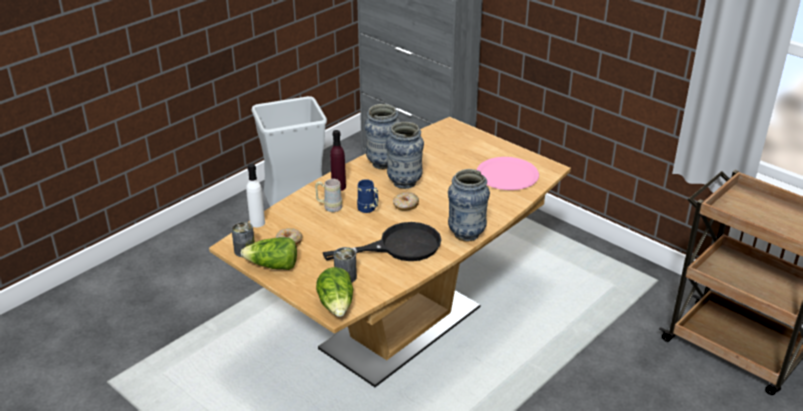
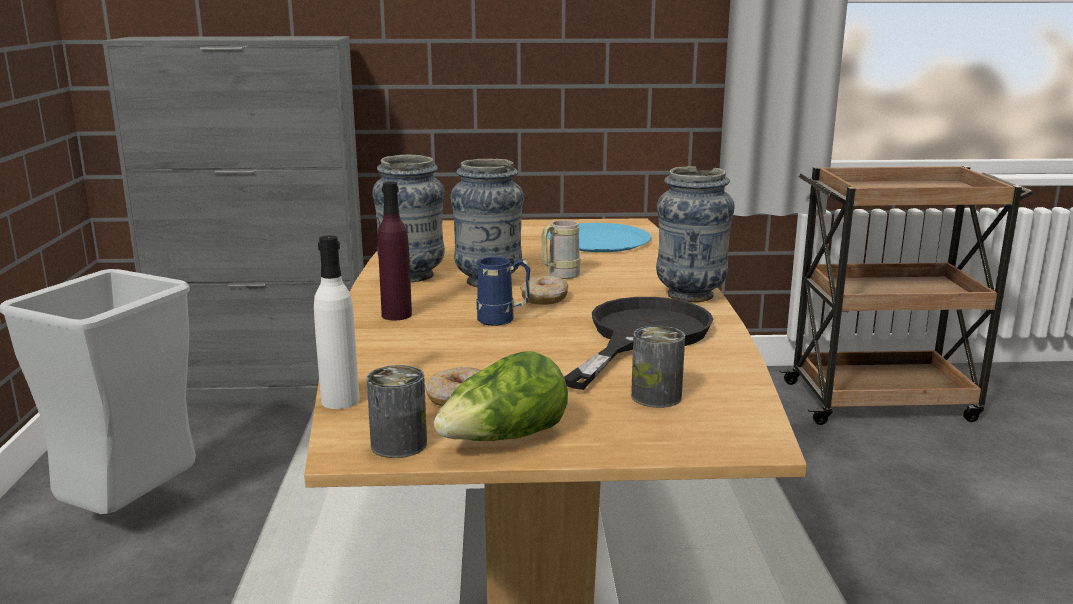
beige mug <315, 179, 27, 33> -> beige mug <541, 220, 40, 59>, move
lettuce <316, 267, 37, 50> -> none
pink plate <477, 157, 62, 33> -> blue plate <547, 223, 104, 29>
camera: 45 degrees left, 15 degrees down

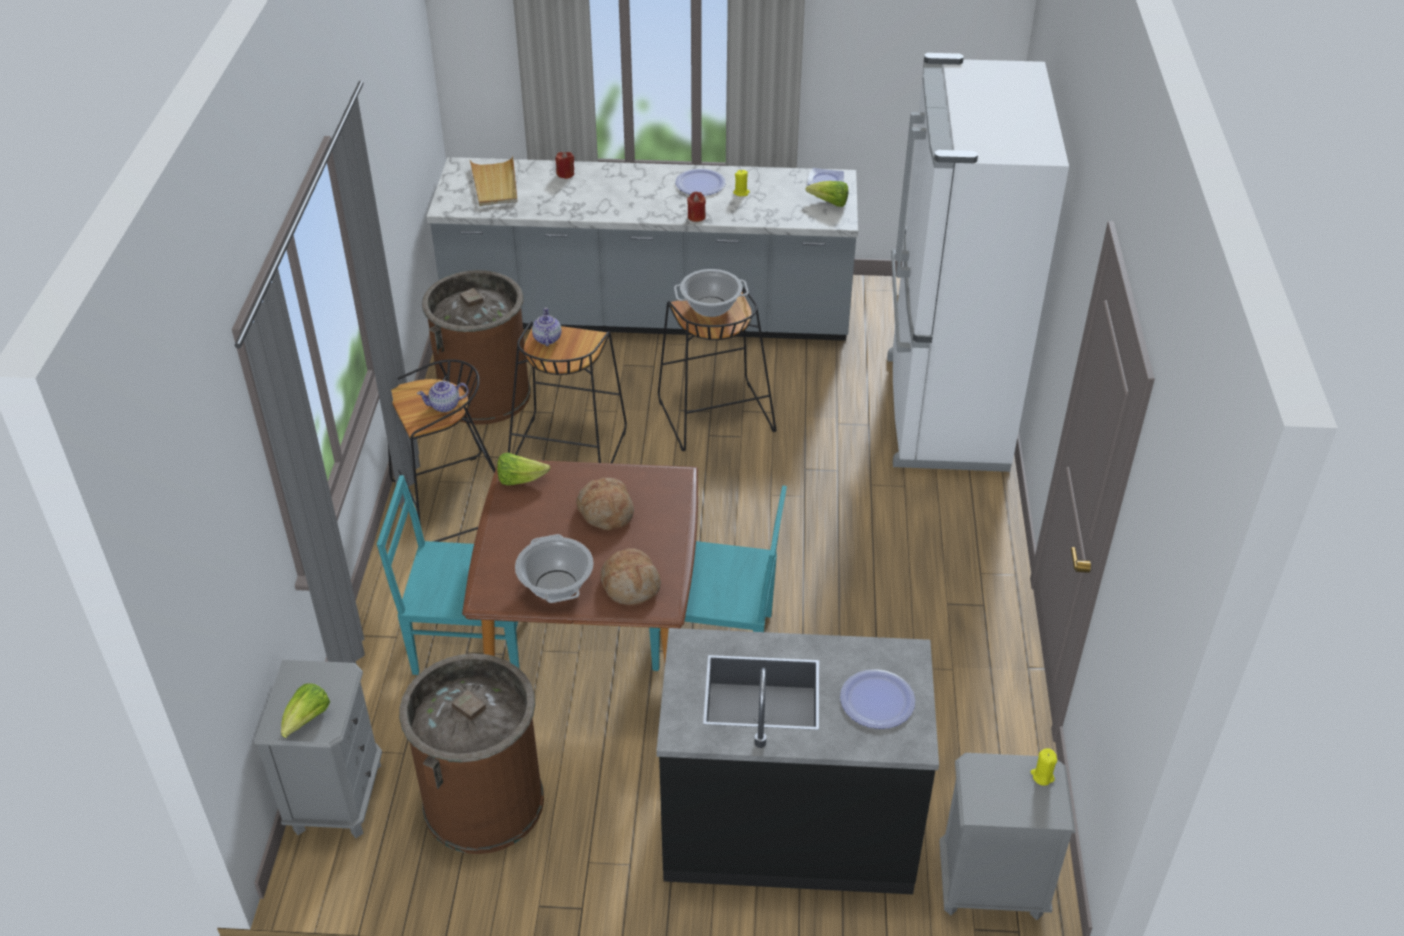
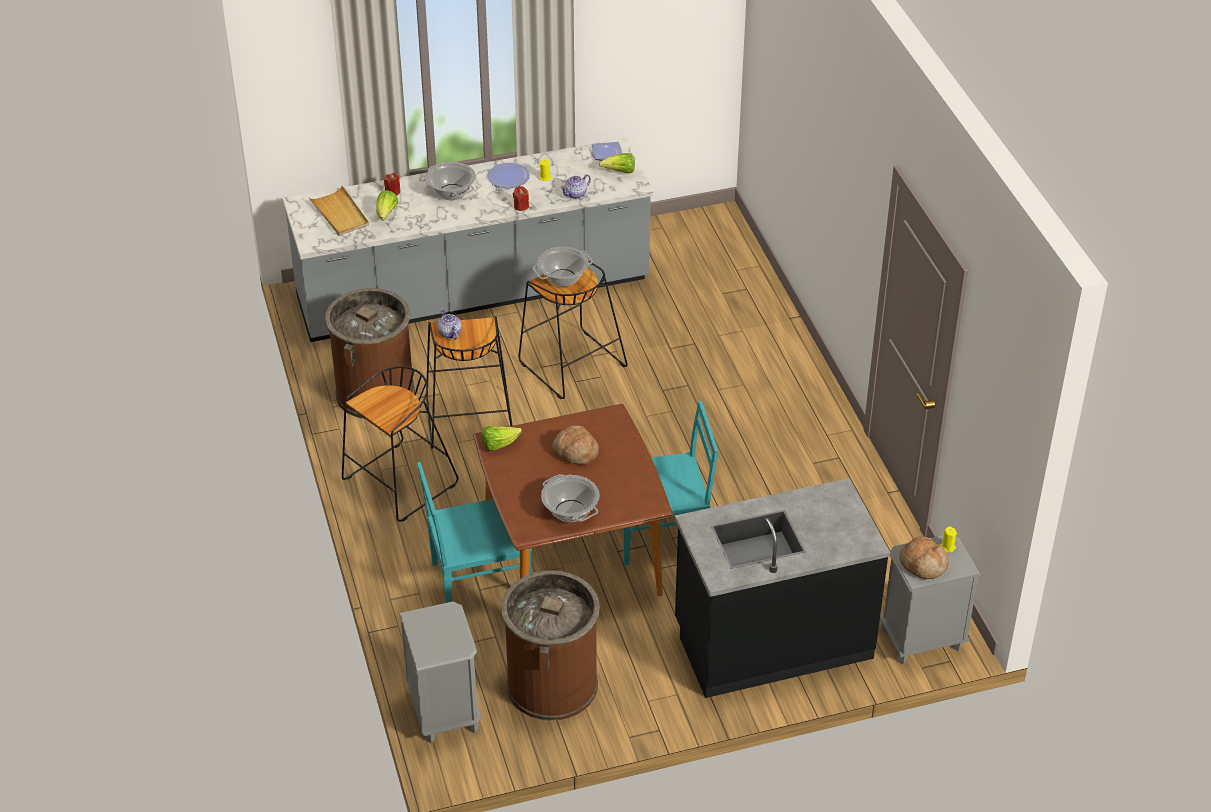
lettuce <281, 683, 49, 55> -> lettuce <376, 190, 22, 30>, move
teapot <417, 381, 52, 31> -> teapot <560, 174, 31, 25>, move
bread <601, 549, 60, 57> -> bread <900, 536, 49, 43>, move
plate <840, 669, 75, 60> -> none
white fridge <887, 53, 182, 419> -> none
none -> cooking pot <426, 162, 50, 38>
camera: 20 degrees left, 0 degrees up

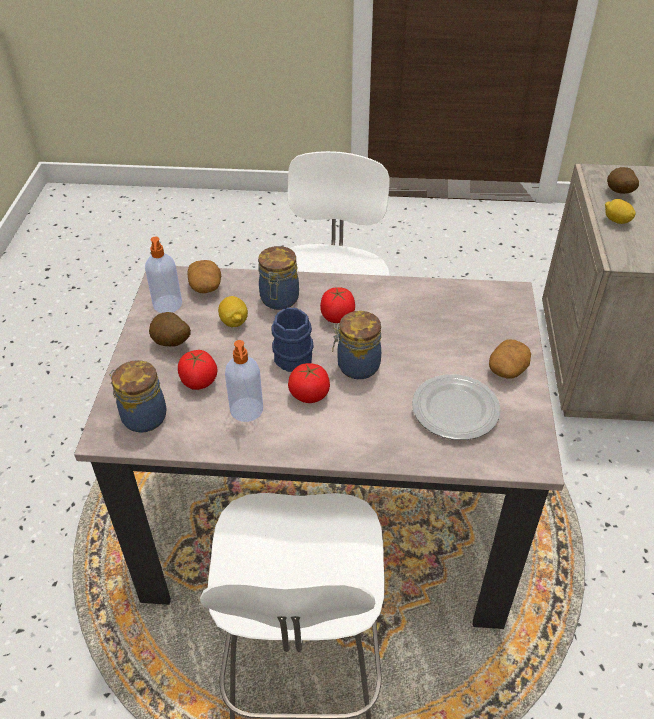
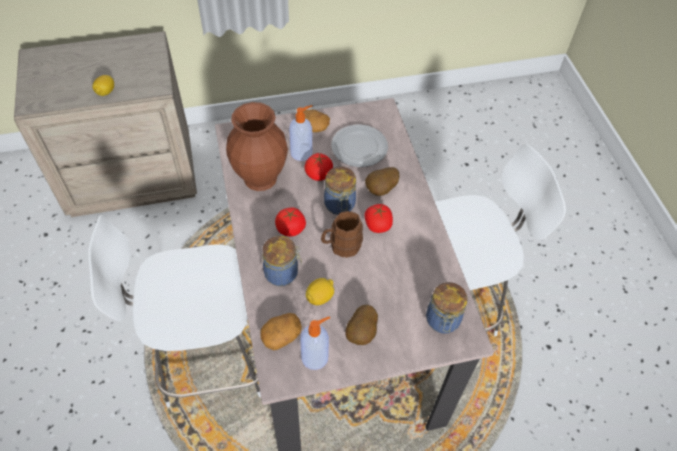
tomato <178, 350, 39, 40> -> tomato <305, 153, 28, 28>, move
soap dispenser <225, 340, 38, 82> -> soap dispenser <289, 105, 24, 56>, move
blue mug <271, 308, 43, 64> -> brown mug <321, 211, 42, 47>
potato <607, 167, 32, 27> -> potato <365, 167, 34, 29>, move
none -> brown vase <226, 102, 62, 89>
camera: 110 degrees left, 10 degrees up

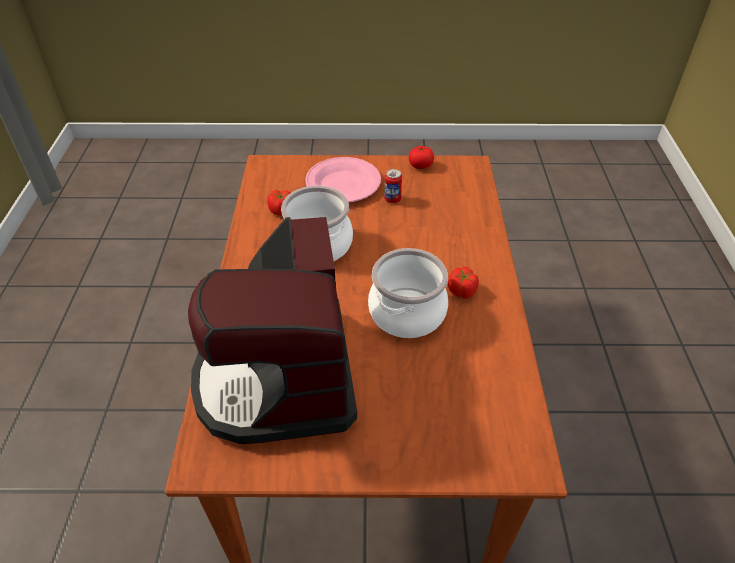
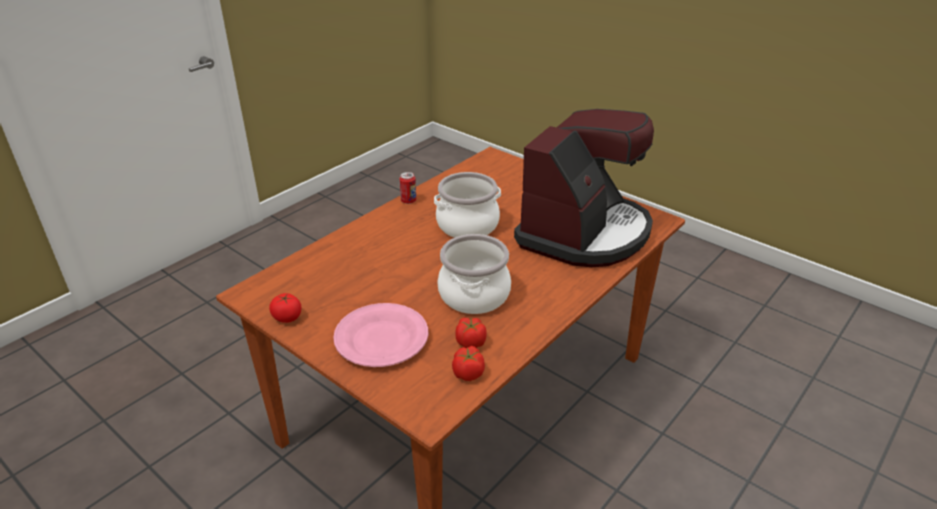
can <384, 169, 18, 34> -> can <399, 172, 17, 32>, move
tomato <448, 266, 31, 33> -> tomato <452, 346, 33, 35>, move
camera: 140 degrees left, 10 degrees down

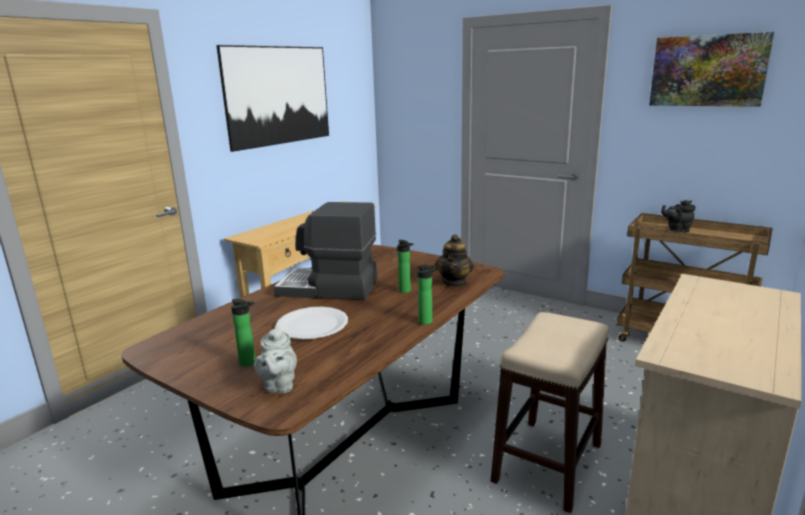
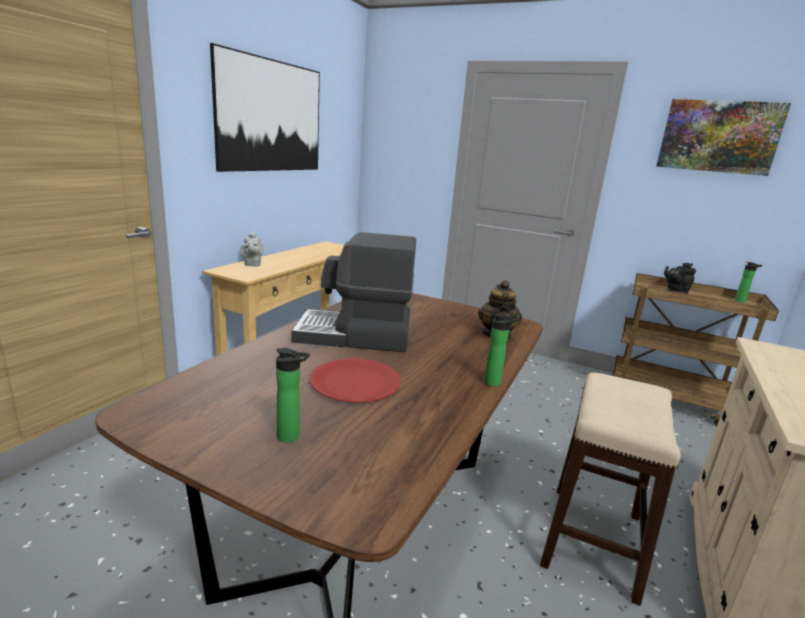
grey teapot <254, 326, 43, 67> -> grey teapot <240, 232, 24, 35>, move
white plate <276, 307, 72, 32> -> red plate <310, 358, 91, 45>
bottle <397, 240, 17, 53> -> bottle <735, 262, 27, 41>, move
camera: 10 degrees left, 0 degrees up

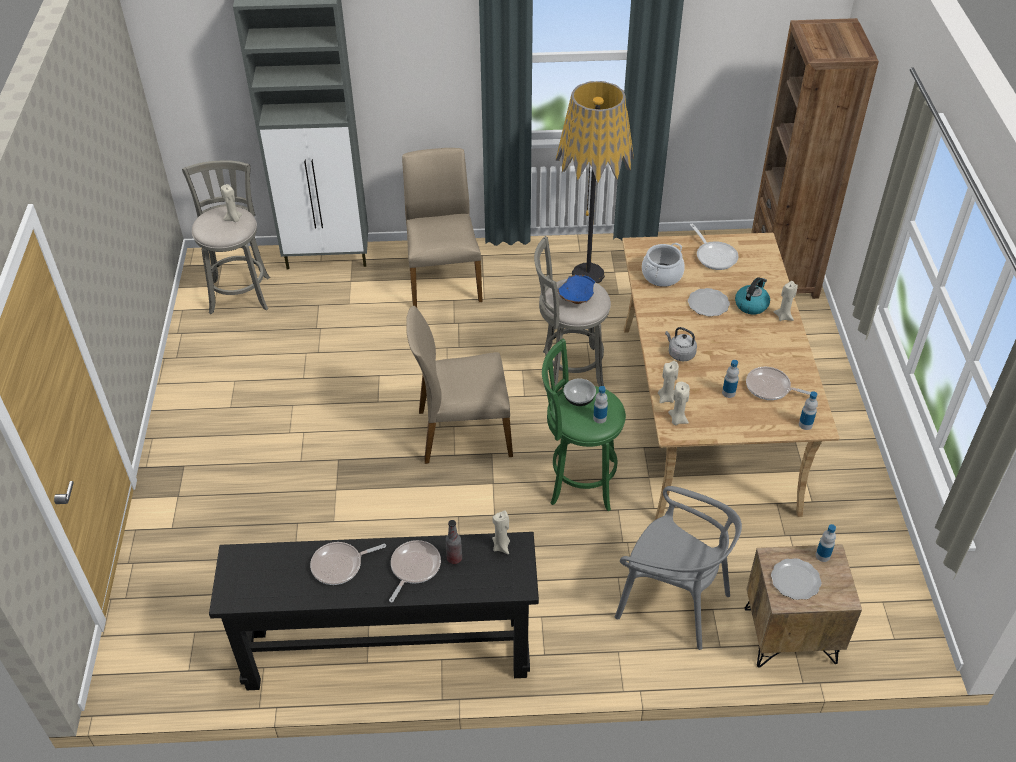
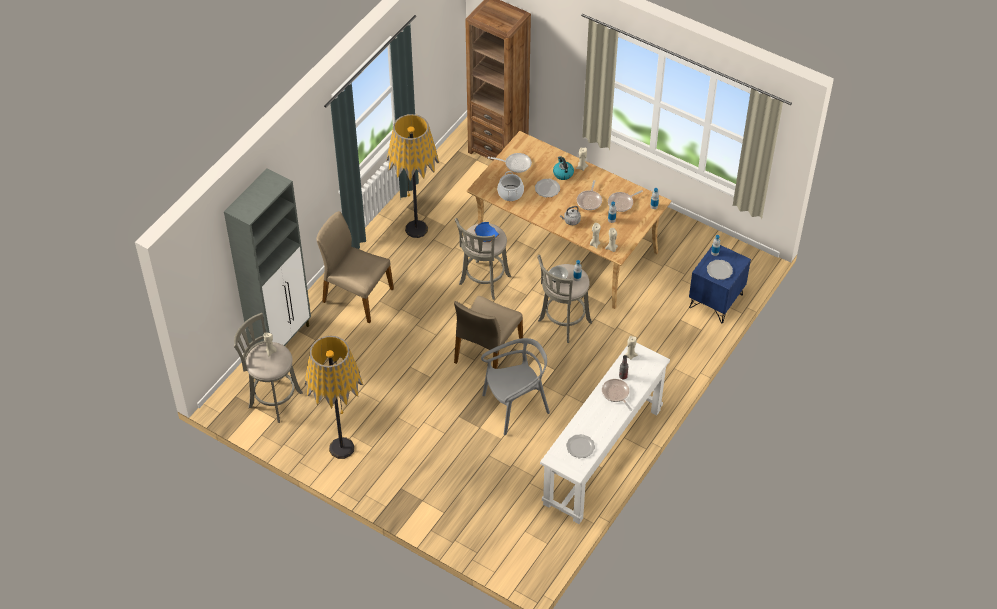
black console table <209, 532, 330, 158> -> white console table <540, 343, 130, 181>
frying pan <310, 542, 76, 43> -> frying pan <577, 180, 25, 30>, move
green stool <542, 338, 84, 173> -> grey stool <538, 255, 54, 88>
grey chair <615, 486, 127, 164> -> grey chair <481, 338, 69, 97>, move
brown nightstand <745, 544, 117, 124> -> blue nightstand <689, 245, 62, 79>
none -> floor lamp <304, 336, 59, 123>
none -> plate <566, 434, 29, 24>
camera: 55 degrees left, 5 degrees up

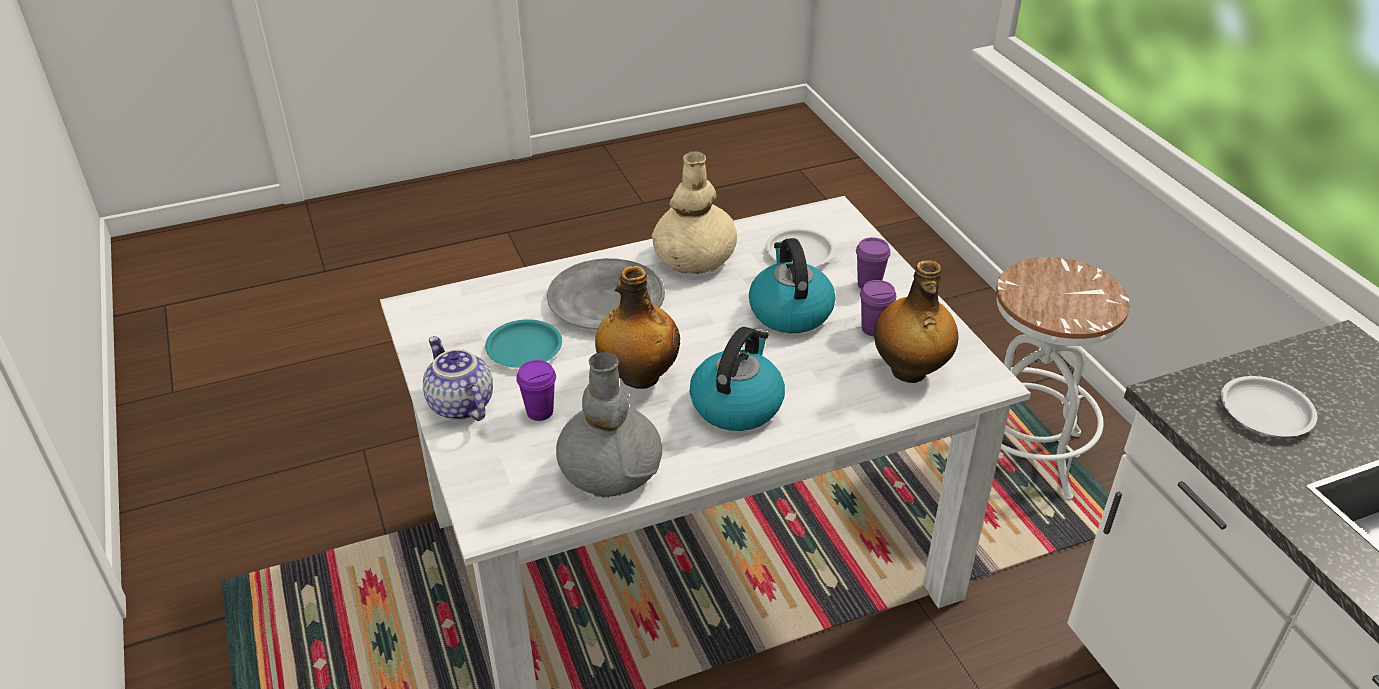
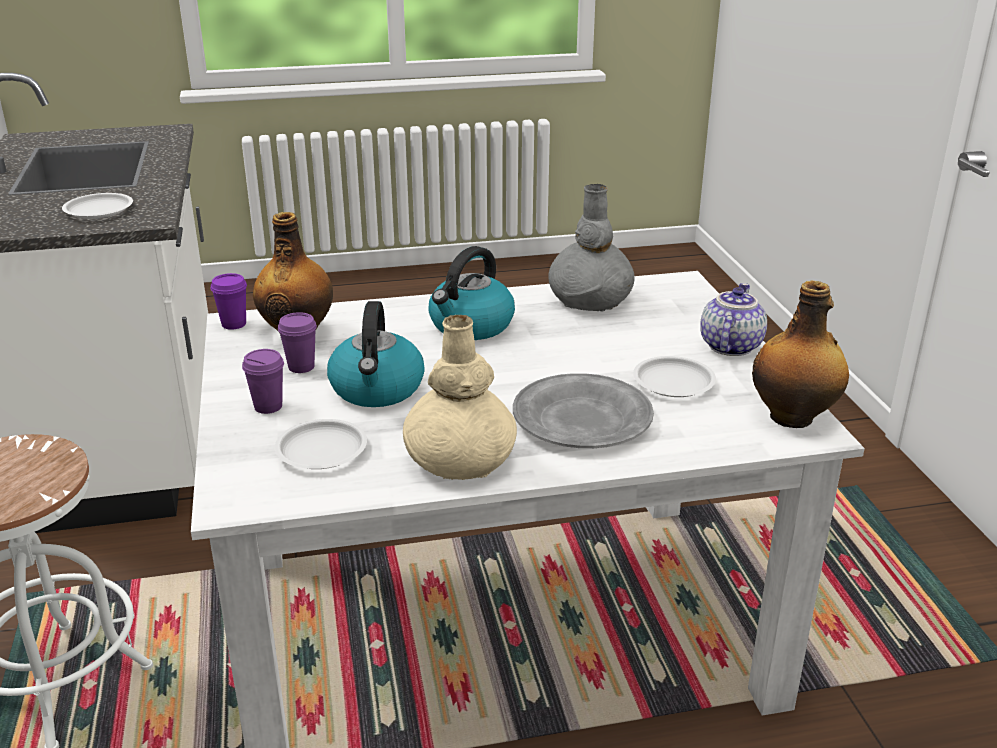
teapot <423, 336, 70, 85> -> teapot <700, 283, 67, 73>, 135 degrees counterclockwise
turquoise plate <485, 319, 77, 49> -> white plate <633, 356, 83, 41>
purple cup <516, 360, 40, 61> -> purple cup <211, 273, 36, 57>, move
bottle <595, 266, 85, 123> -> bottle <752, 280, 97, 148>, move
camera: 170 degrees left, 10 degrees down

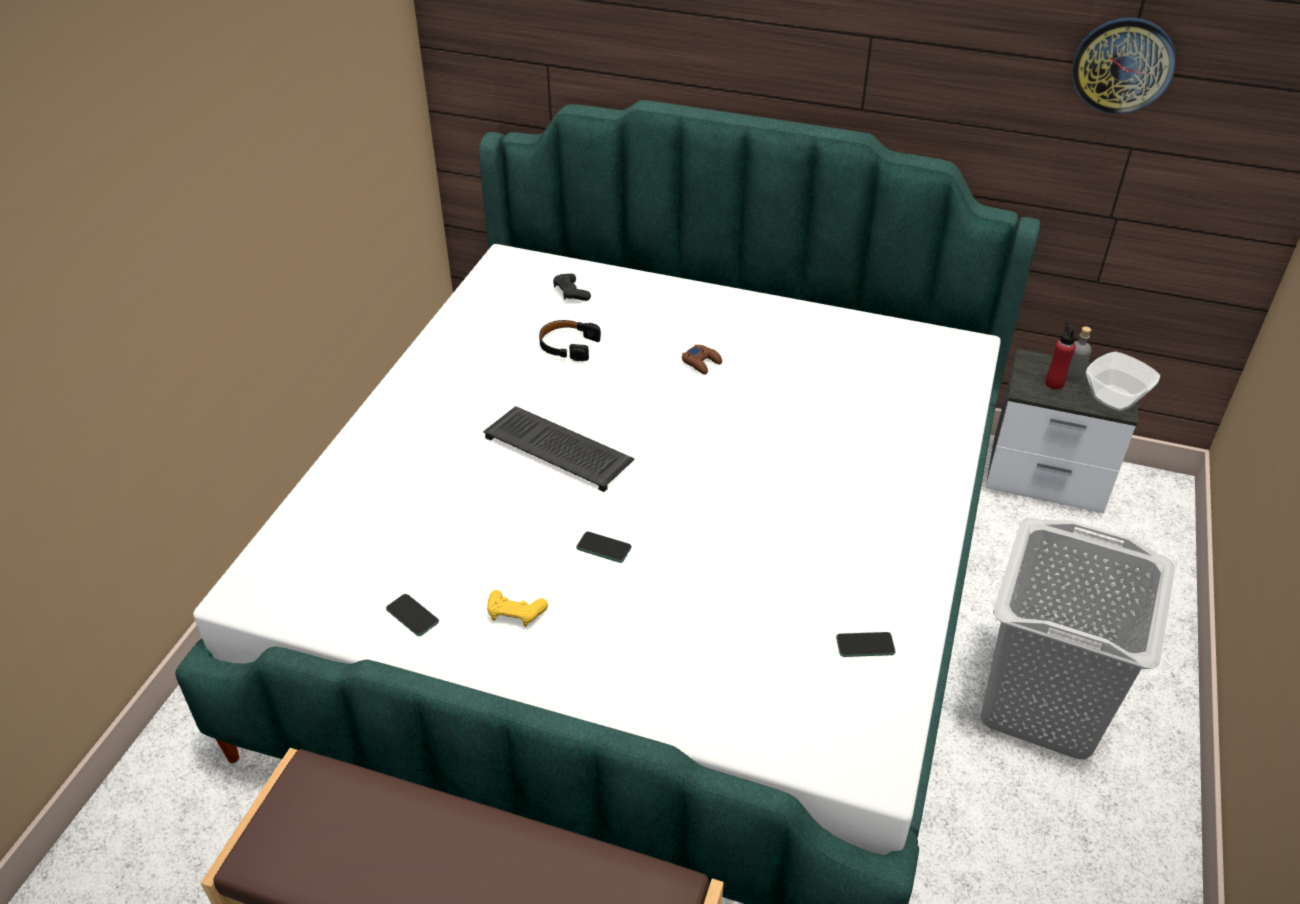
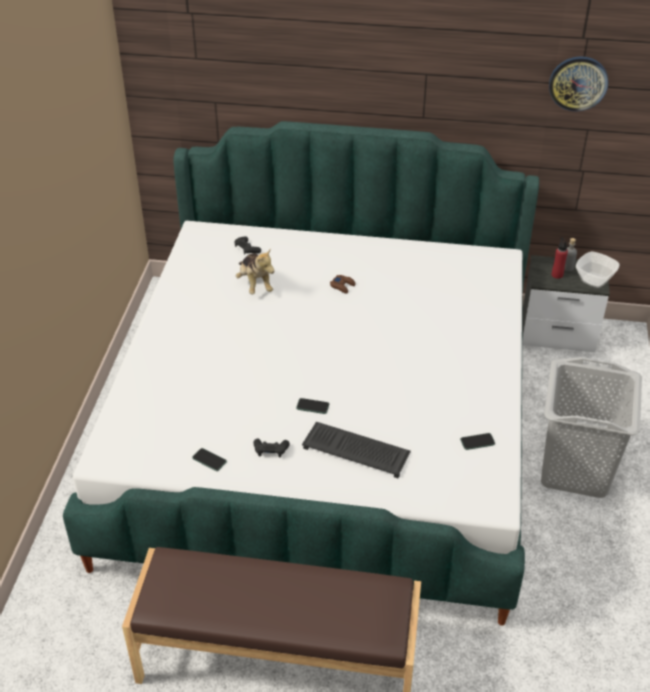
keyboard <483, 406, 151, 86> -> keyboard <302, 422, 109, 56>, move
yellow game controller <487, 590, 61, 37> -> black game controller <253, 439, 37, 18>
black headphones <539, 320, 62, 41> -> plush toy <236, 250, 38, 44>
camera: 10 degrees left, 0 degrees up

